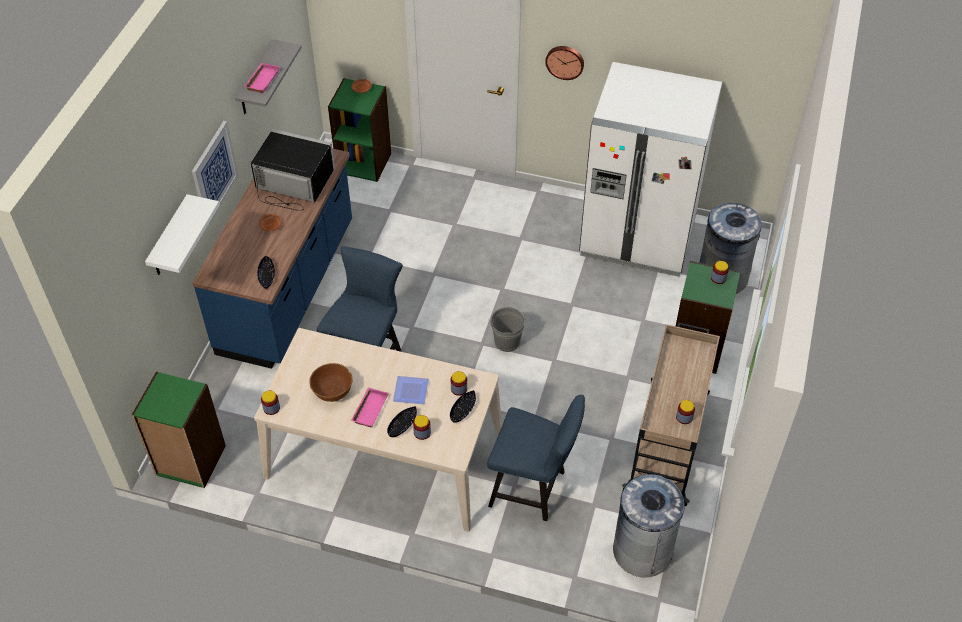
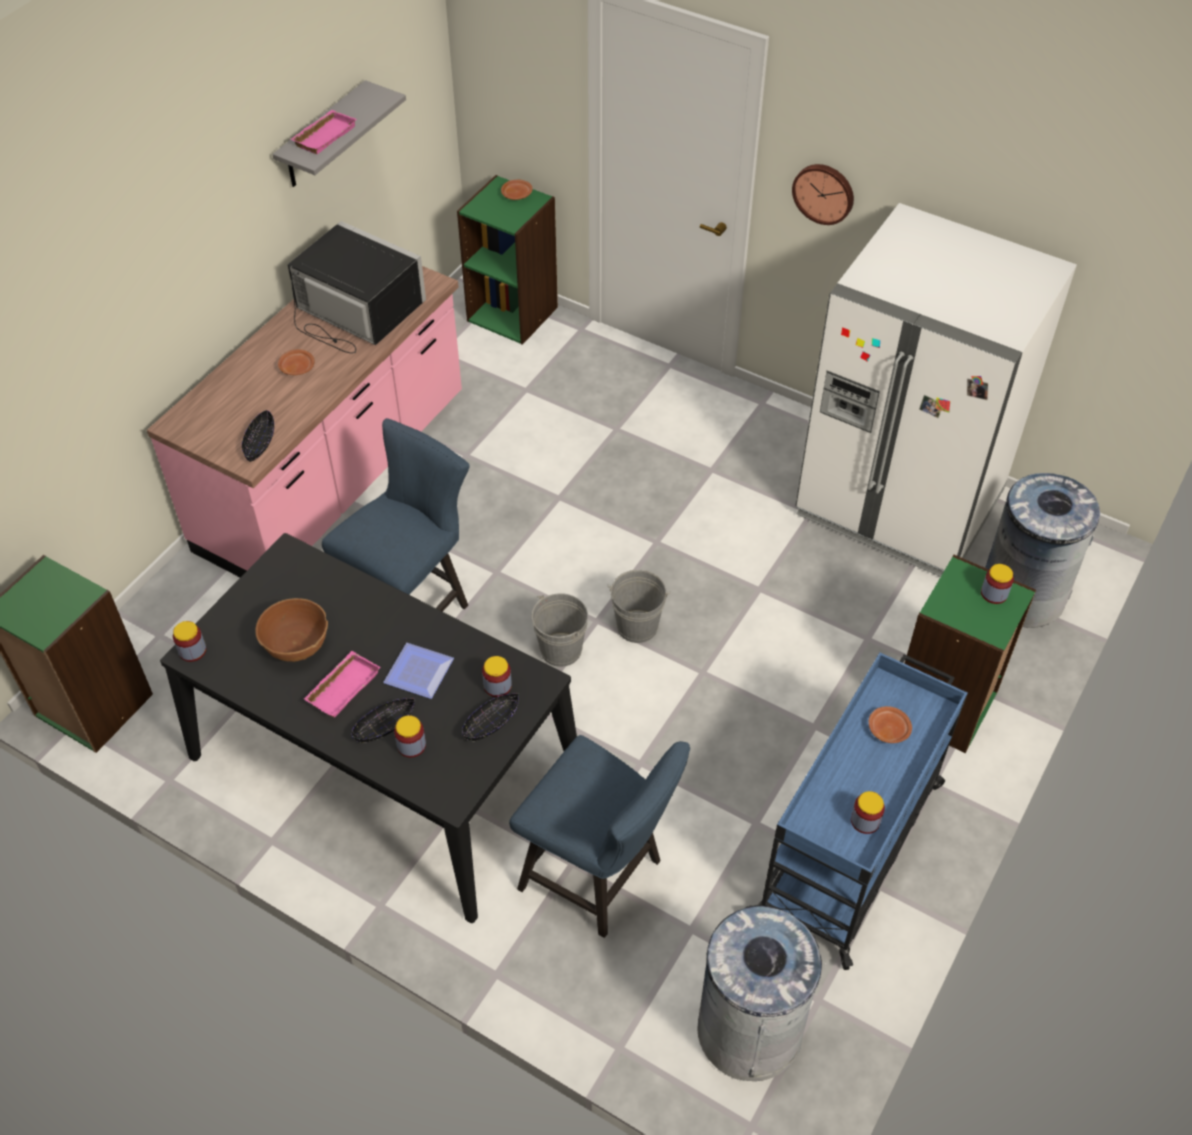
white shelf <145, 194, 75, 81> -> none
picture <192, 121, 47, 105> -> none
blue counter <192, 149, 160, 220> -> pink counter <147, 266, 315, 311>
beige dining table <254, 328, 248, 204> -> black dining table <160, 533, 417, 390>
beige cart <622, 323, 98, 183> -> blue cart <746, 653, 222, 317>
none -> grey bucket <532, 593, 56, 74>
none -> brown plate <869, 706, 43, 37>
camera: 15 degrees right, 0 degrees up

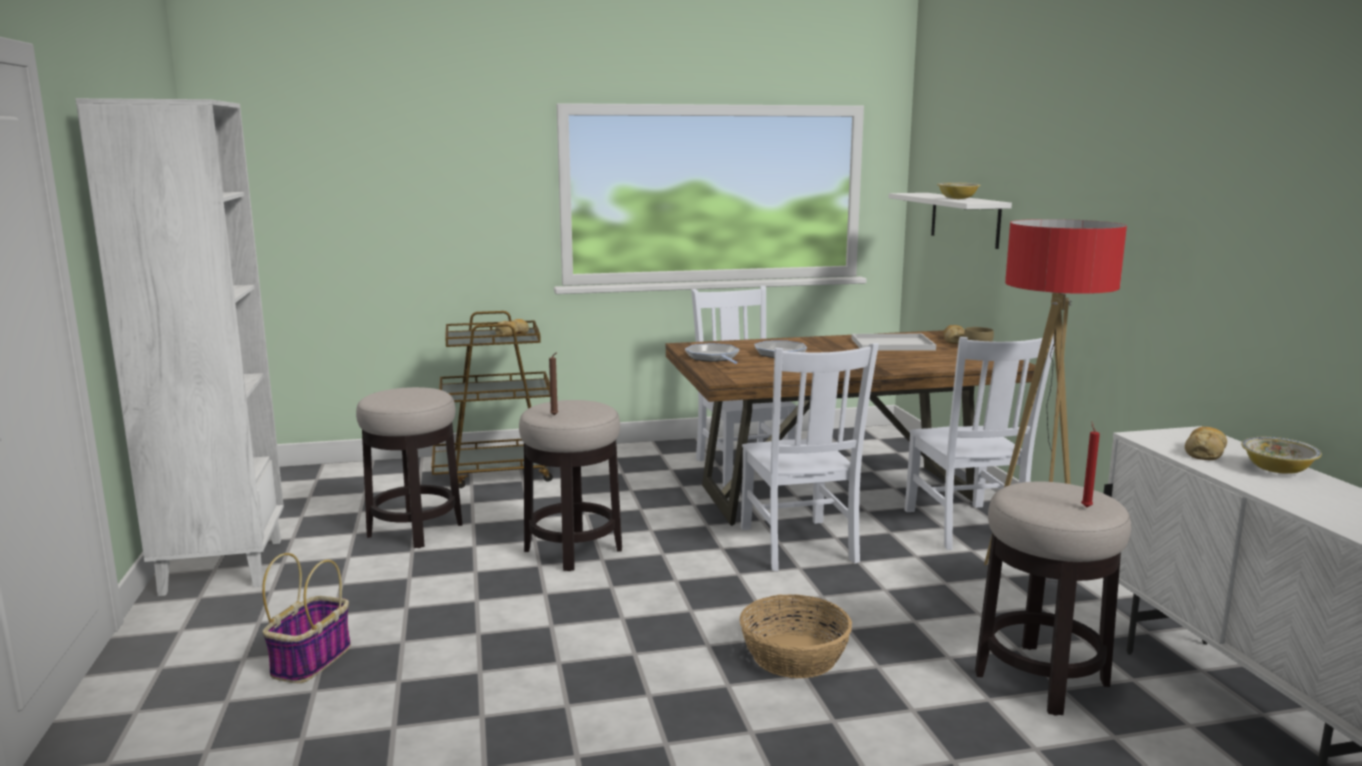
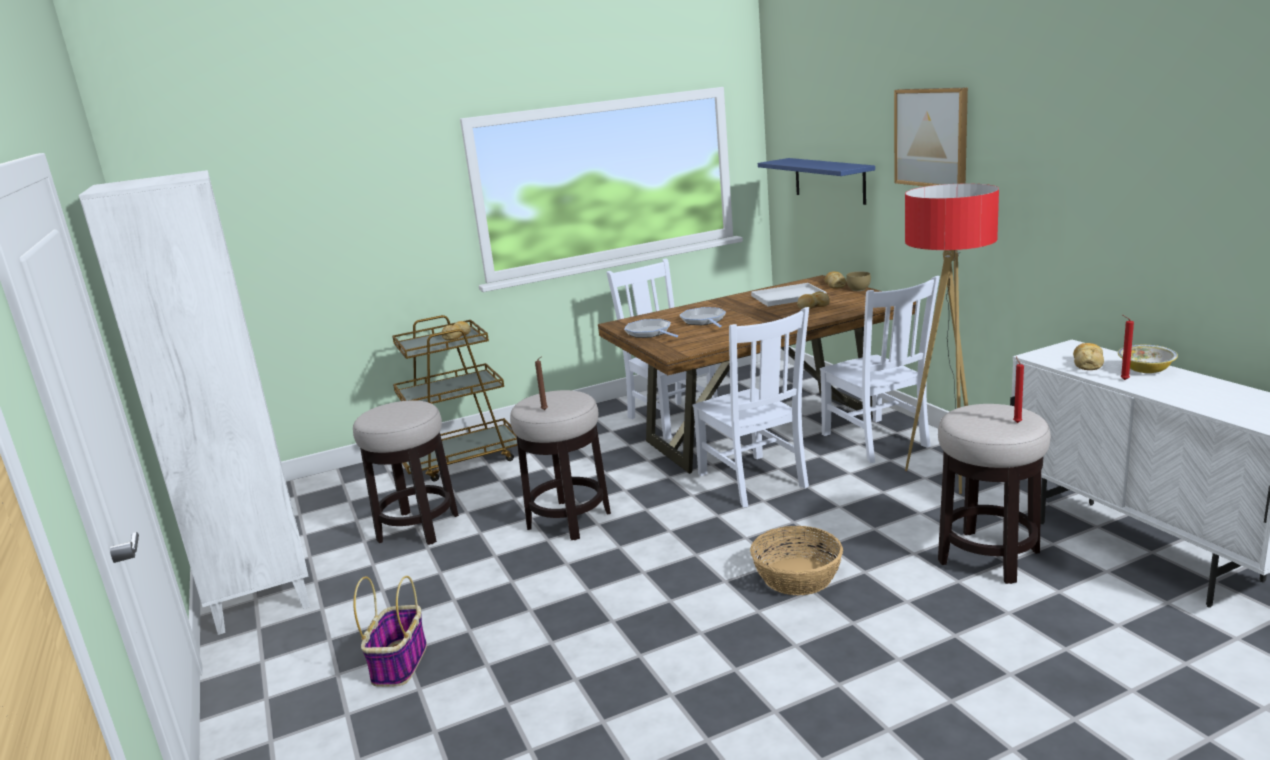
white shelf <889, 193, 123, 56> -> blue shelf <758, 158, 117, 47>
bowl <937, 183, 44, 16> -> none
none -> bread <797, 291, 33, 18>
none -> picture <894, 87, 74, 100>
none -> red candle <1120, 315, 14, 65>
camera: 10 degrees left, 5 degrees up

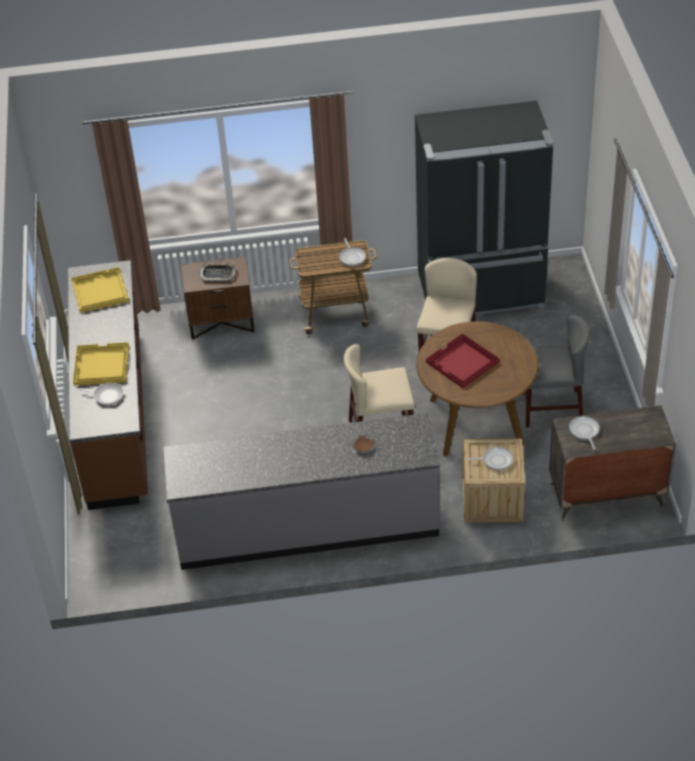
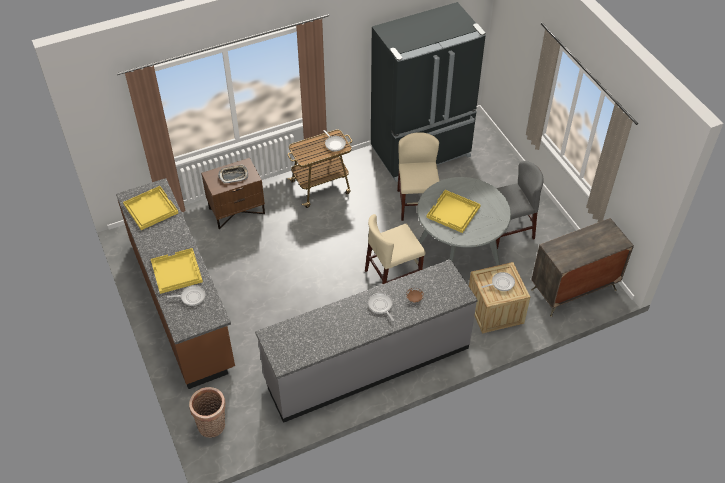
brown dining table <416, 321, 122, 136> -> grey dining table <417, 177, 94, 88>
red tray <426, 333, 73, 55> -> yellow tray <426, 190, 55, 43>
frying pan <569, 416, 31, 34> -> frying pan <368, 293, 26, 28>, move
none -> basket <189, 387, 37, 51>
camera: 20 degrees left, 5 degrees up

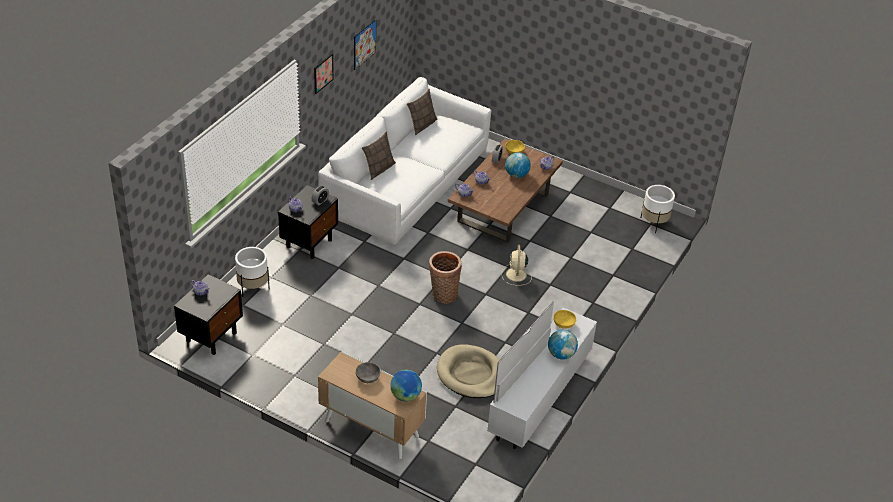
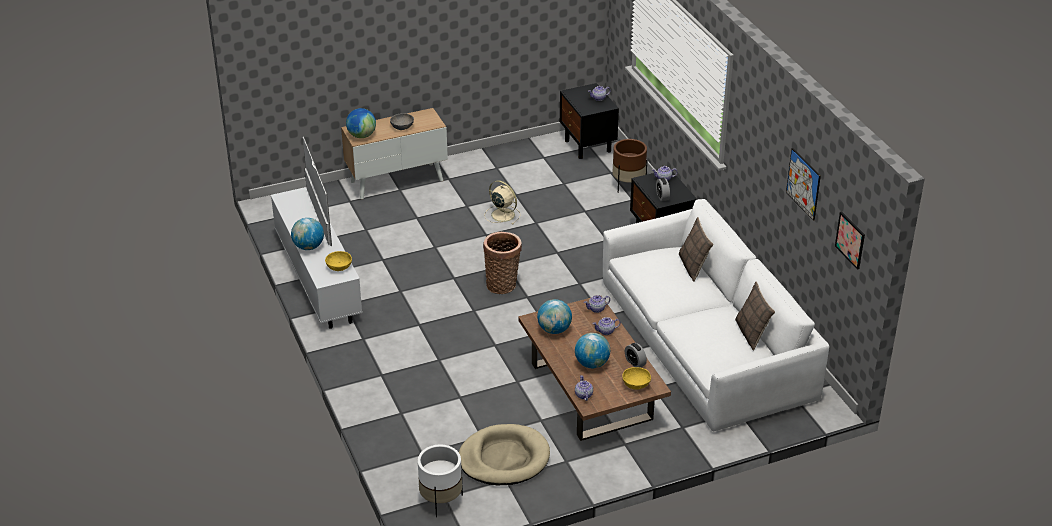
white planter <235, 247, 35, 50> -> brown planter <612, 139, 35, 54>
picture <314, 54, 19, 40> -> picture <835, 211, 30, 59>, move
beige dog bed <437, 344, 63, 54> -> beige dog bed <459, 424, 91, 61>, move
beige fan <502, 245, 30, 40> -> beige fan <484, 180, 37, 44>, move
none -> globe <537, 299, 35, 35>
camera: 130 degrees right, 5 degrees down

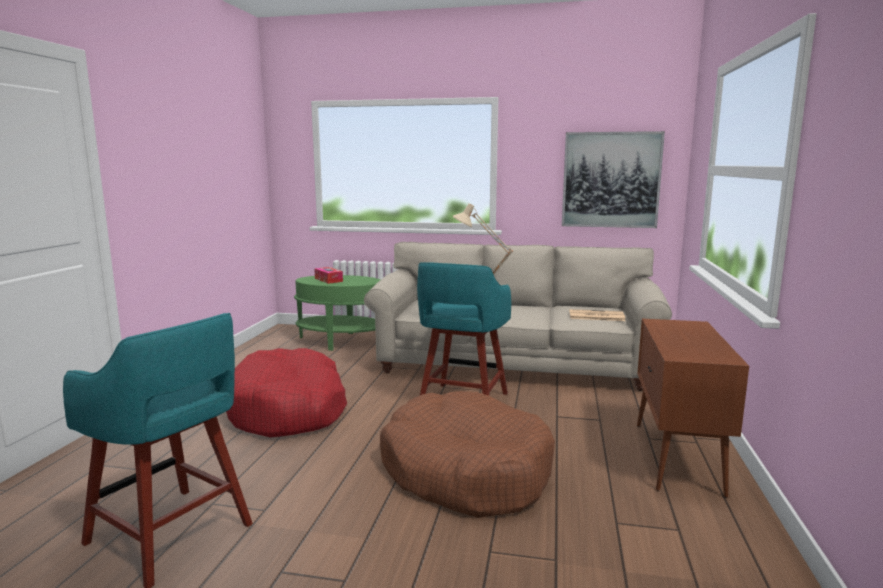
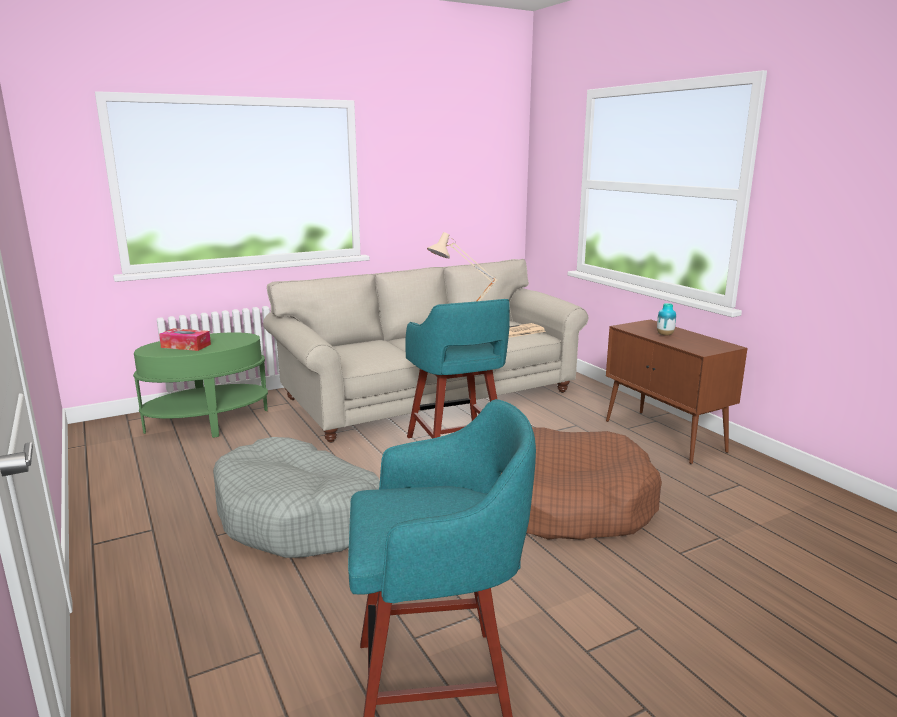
red dog bed <226, 348, 121, 89> -> grey dog bed <213, 437, 167, 121>
picture <562, 131, 103, 97> -> none
none -> vase <657, 303, 19, 33>
camera: 40 degrees left, 5 degrees up

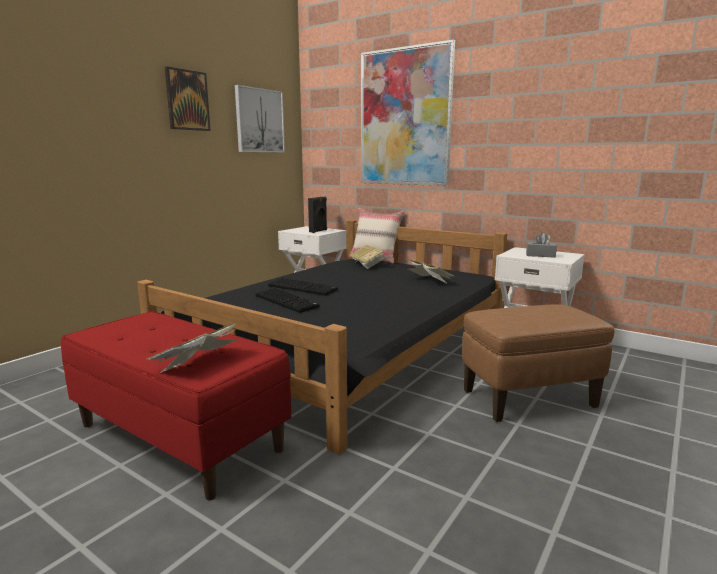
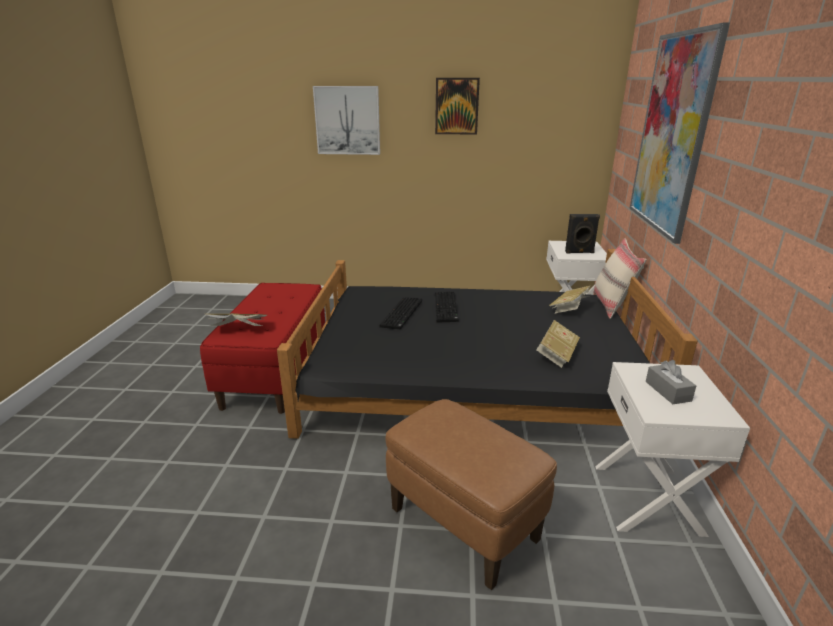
picture <235, 85, 50, 68> -> picture <313, 86, 67, 69>, move
camera: 60 degrees right, 10 degrees up

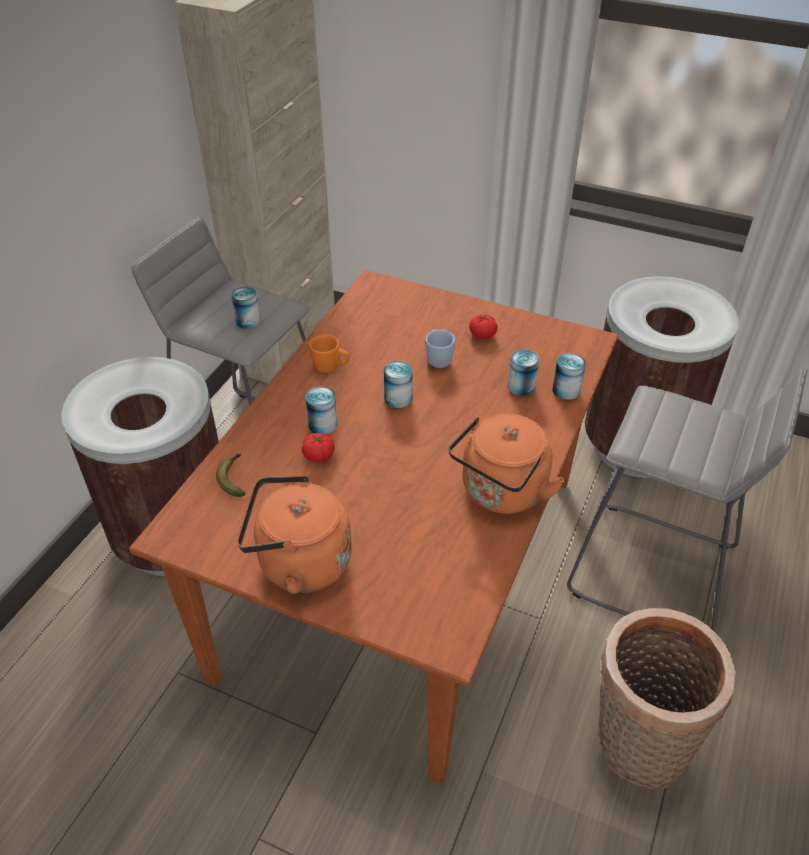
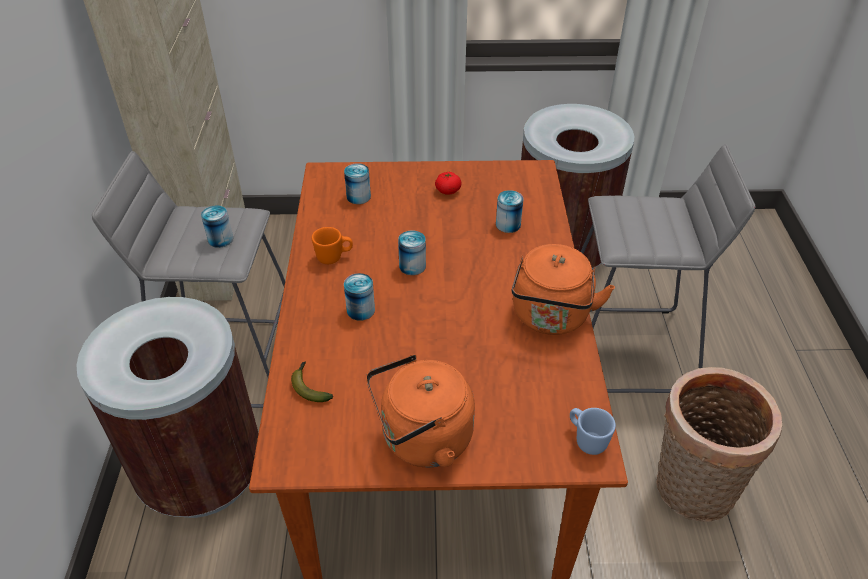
tomato <302, 433, 32, 29> -> none
blue mug <425, 330, 30, 38> -> blue mug <570, 408, 46, 47>, move
can <552, 353, 34, 47> -> can <344, 163, 27, 41>, move
camera: 25 degrees left, 0 degrees up

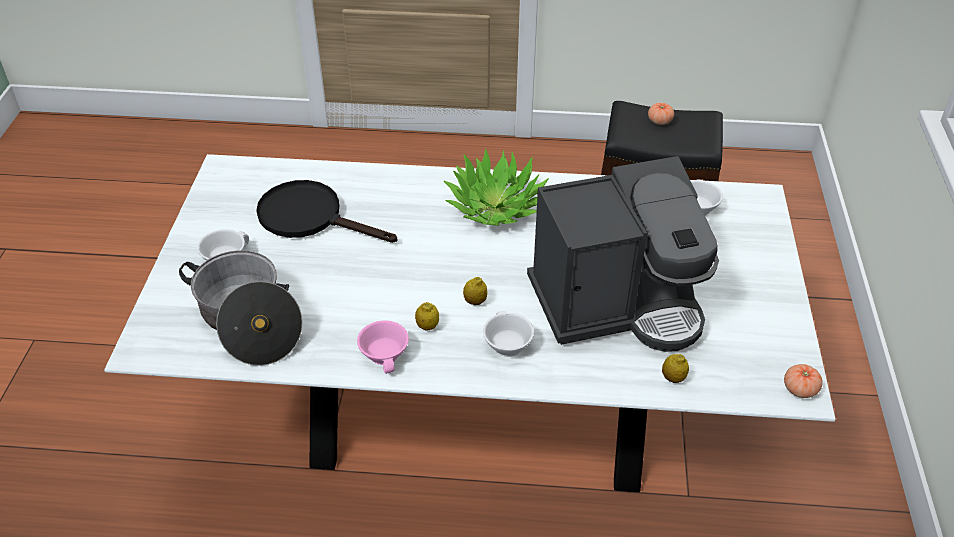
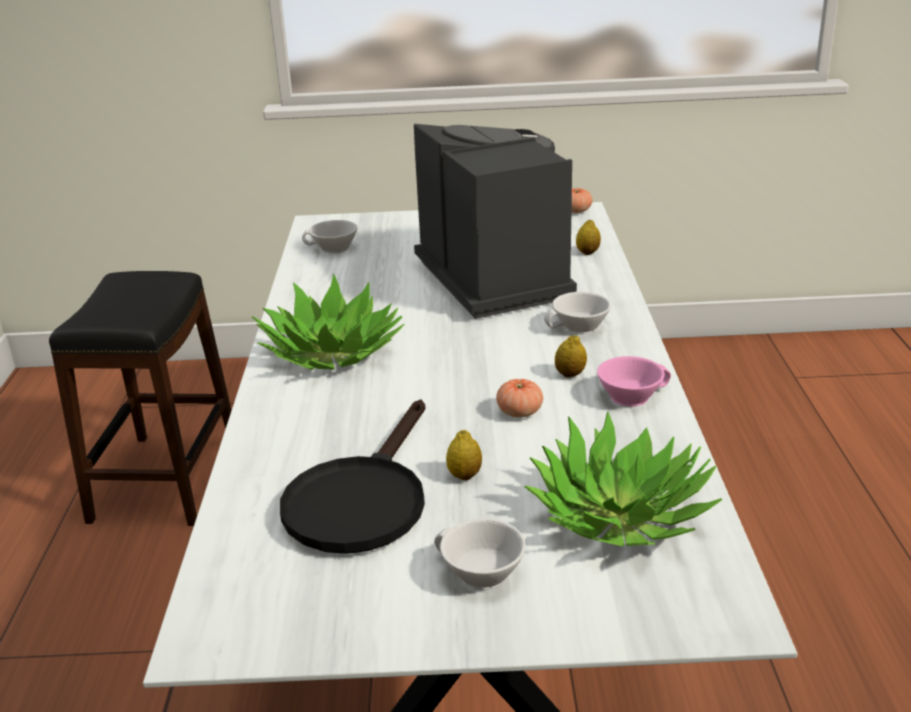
cooking pot <179, 250, 124, 116> -> potted plant <524, 411, 198, 135>
lemon <463, 277, 25, 28> -> lemon <446, 430, 36, 50>, move
tomato <648, 103, 26, 22> -> tomato <496, 379, 47, 39>, move
camera: 95 degrees left, 15 degrees down

